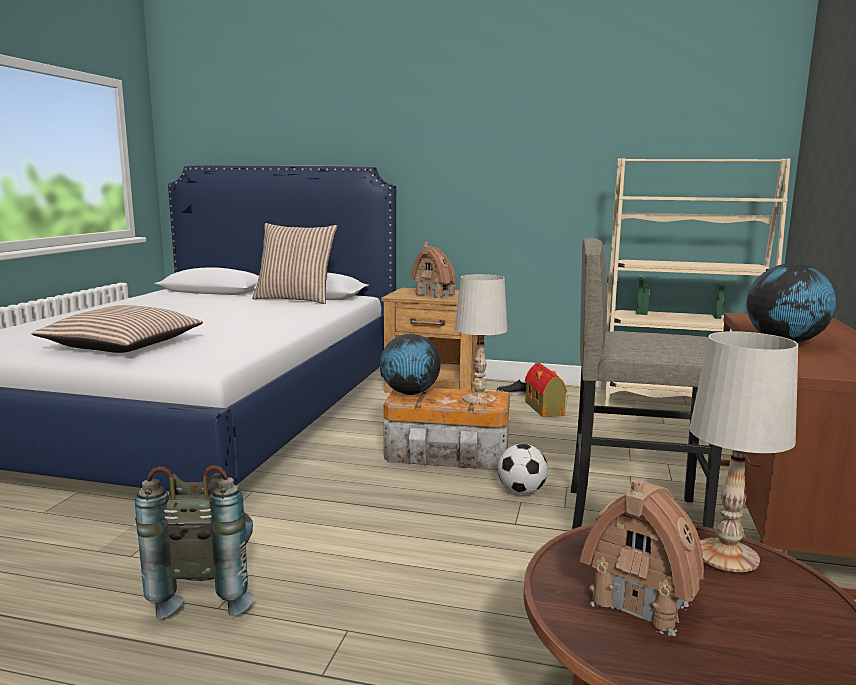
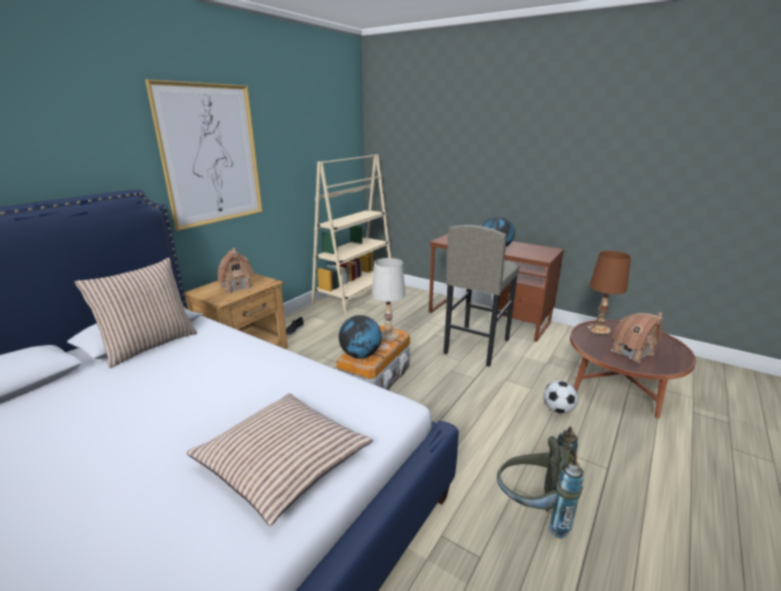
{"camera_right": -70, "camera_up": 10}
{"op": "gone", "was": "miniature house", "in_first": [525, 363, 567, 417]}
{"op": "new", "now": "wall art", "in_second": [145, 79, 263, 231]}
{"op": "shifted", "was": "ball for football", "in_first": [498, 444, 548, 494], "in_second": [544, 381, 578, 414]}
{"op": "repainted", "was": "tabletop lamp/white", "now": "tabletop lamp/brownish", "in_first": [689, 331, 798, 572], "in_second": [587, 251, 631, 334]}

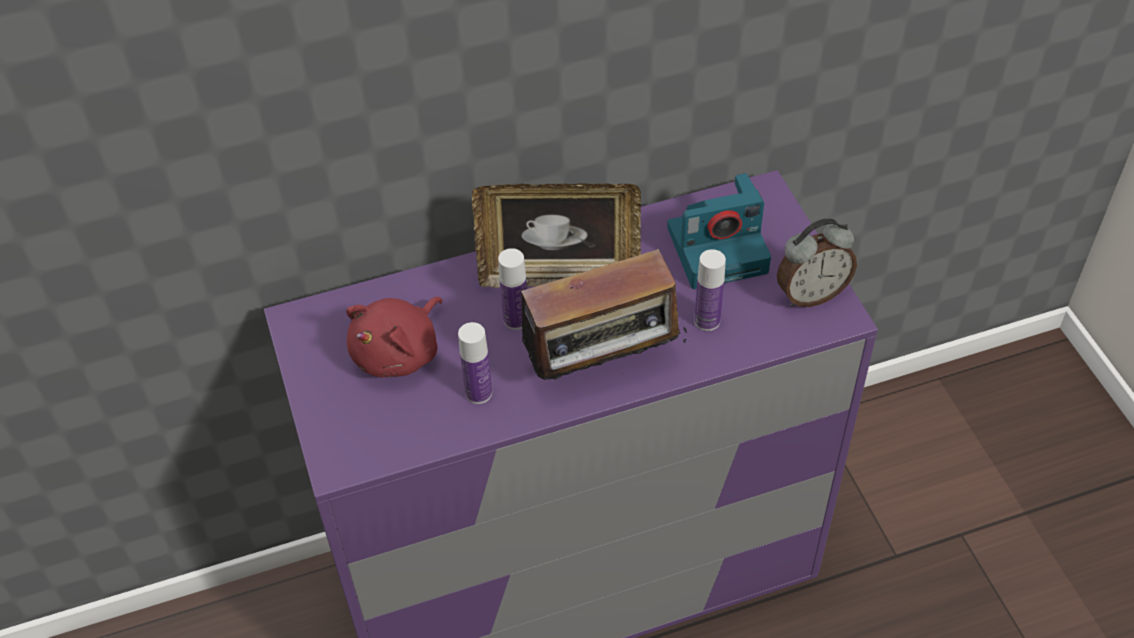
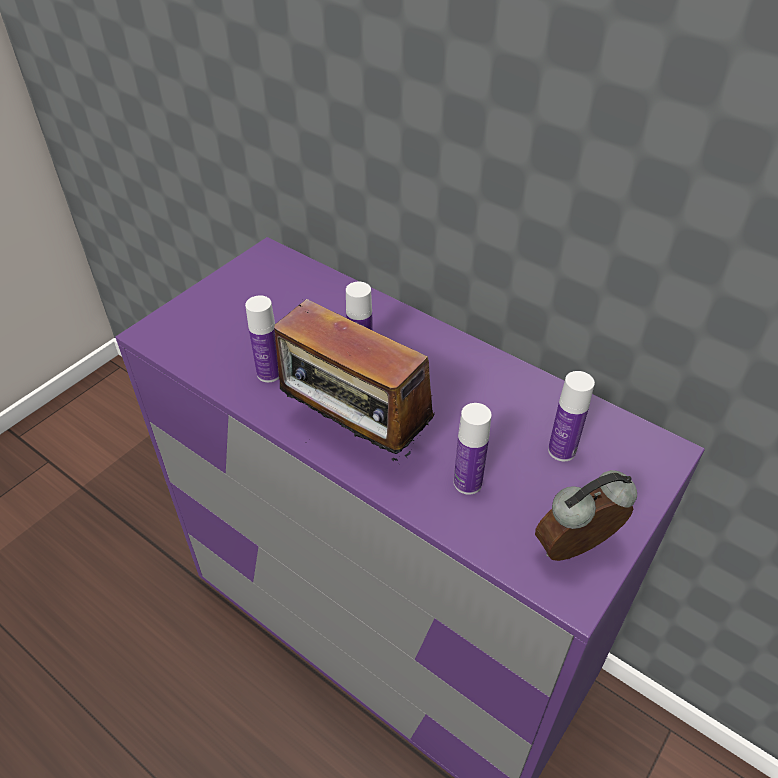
{"camera_right": 55, "camera_up": -5}
{"op": "gone", "was": "cuddly toy/red", "in_first": [346, 297, 442, 377]}
{"op": "gone", "was": "standing frame", "in_first": [472, 183, 641, 288]}
{"op": "swapped", "was": "photo camera", "now": "bottle", "in_first": [667, 173, 771, 289], "in_second": [548, 371, 595, 461]}
{"op": "rotated", "was": "alarm clock", "in_first": [777, 218, 857, 307], "in_second": [535, 470, 637, 561], "clockwise": 120}

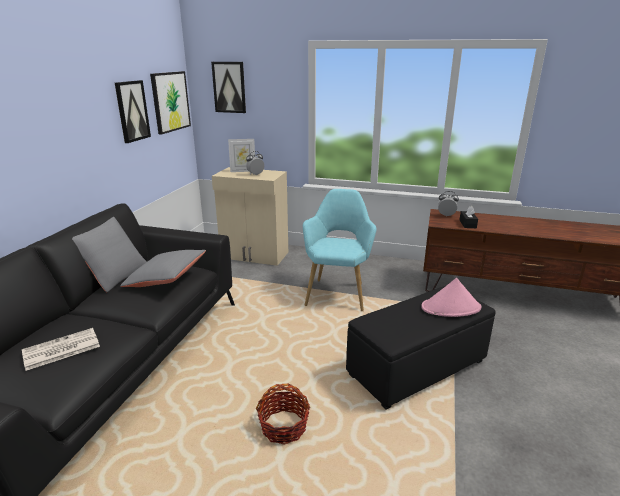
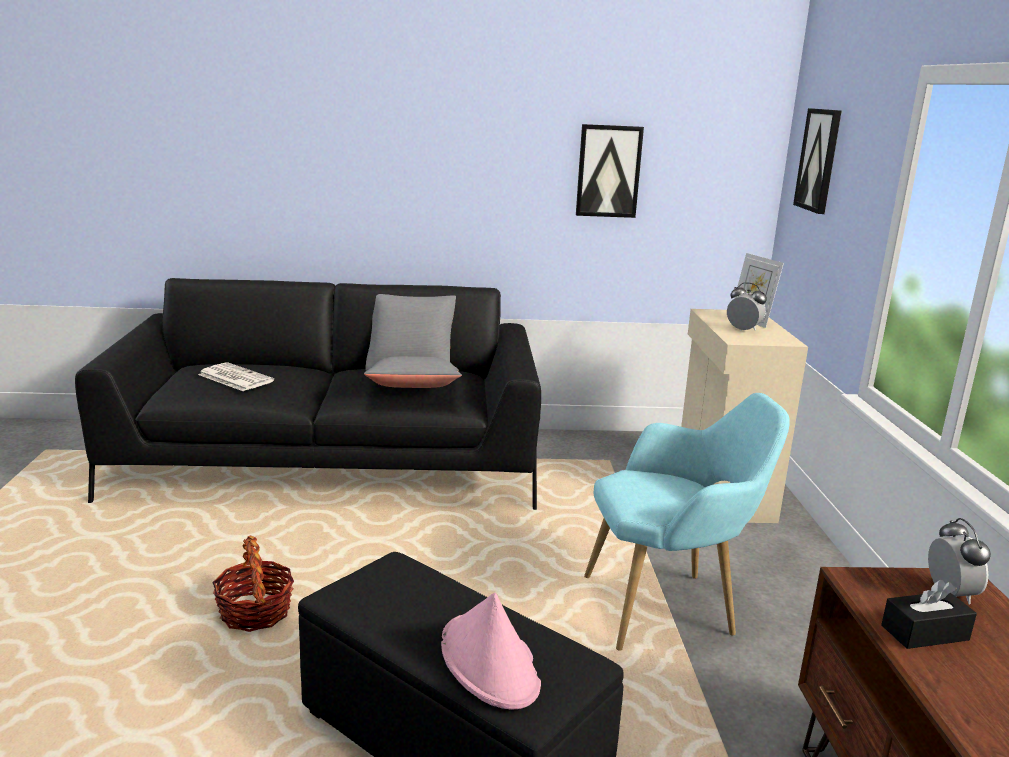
{"camera_right": 70, "camera_up": -5}
{"op": "gone", "was": "wall art", "in_first": [150, 71, 191, 134]}

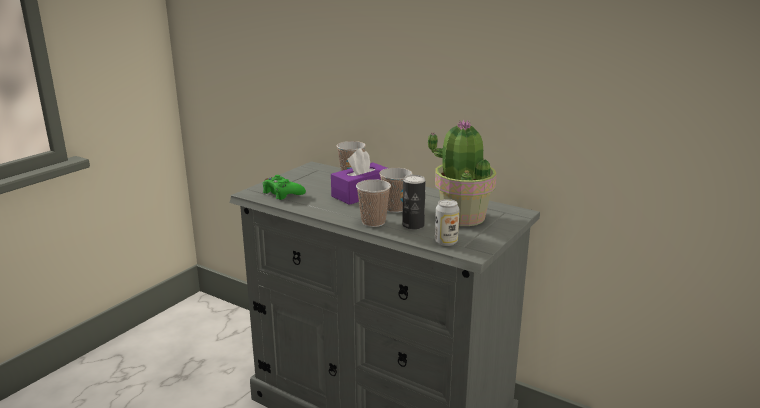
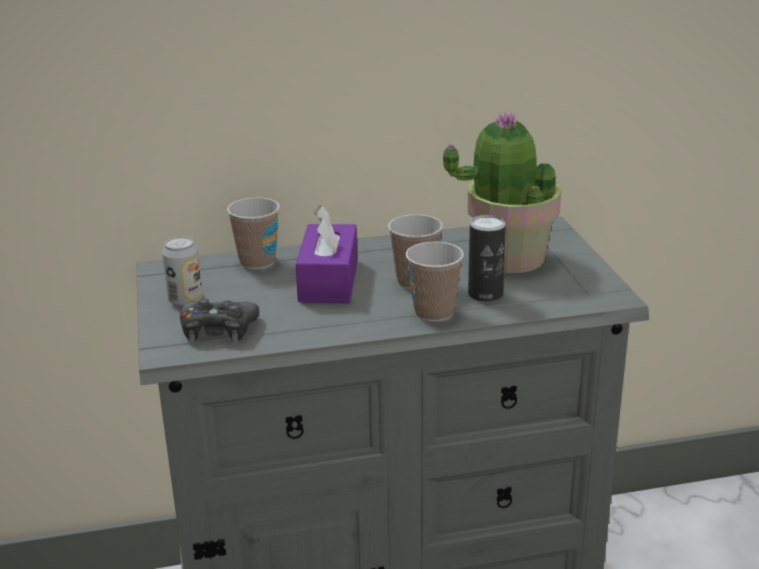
{"camera_right": -45, "camera_up": 5}
{"op": "shifted", "was": "sealed can", "in_first": [435, 199, 460, 246], "in_second": [162, 237, 203, 307]}
{"op": "repainted", "was": "joypad/green-coloured", "now": "joypad/black-coloured", "in_first": [263, 175, 306, 200], "in_second": [180, 299, 260, 342]}

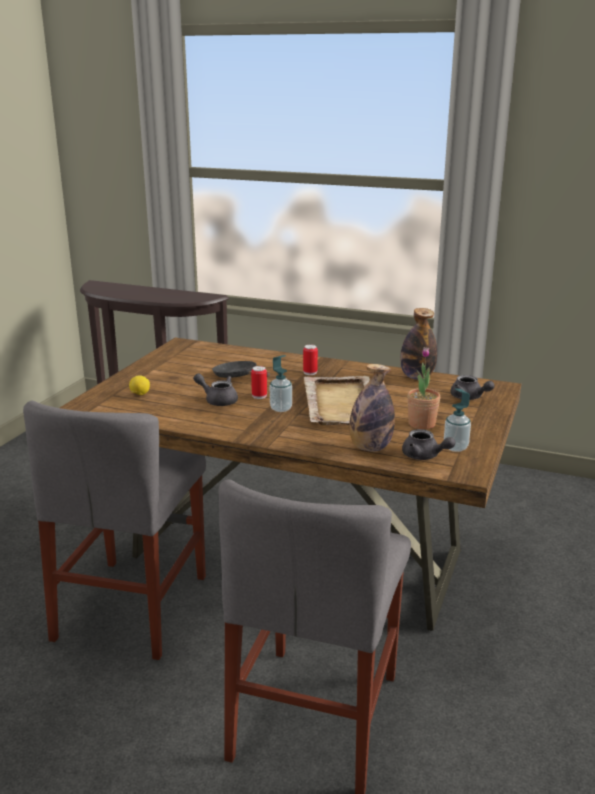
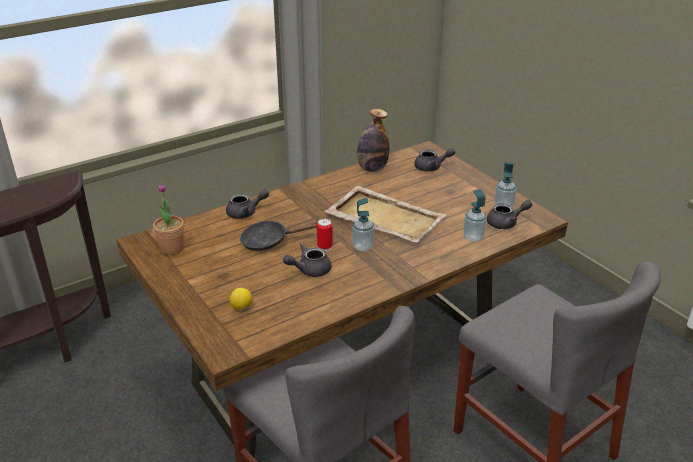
{"camera_right": -55, "camera_up": 10}
{"op": "gone", "was": "sealed can", "in_first": [303, 345, 318, 375]}
{"op": "new", "now": "pot for tea/greyish", "in_second": [226, 189, 269, 219]}
{"op": "shifted", "was": "houseplant", "in_first": [407, 347, 440, 429], "in_second": [153, 183, 185, 255]}
{"op": "swapped", "was": "bottle", "now": "soap dispenser", "in_first": [349, 364, 395, 452], "in_second": [463, 189, 486, 242]}

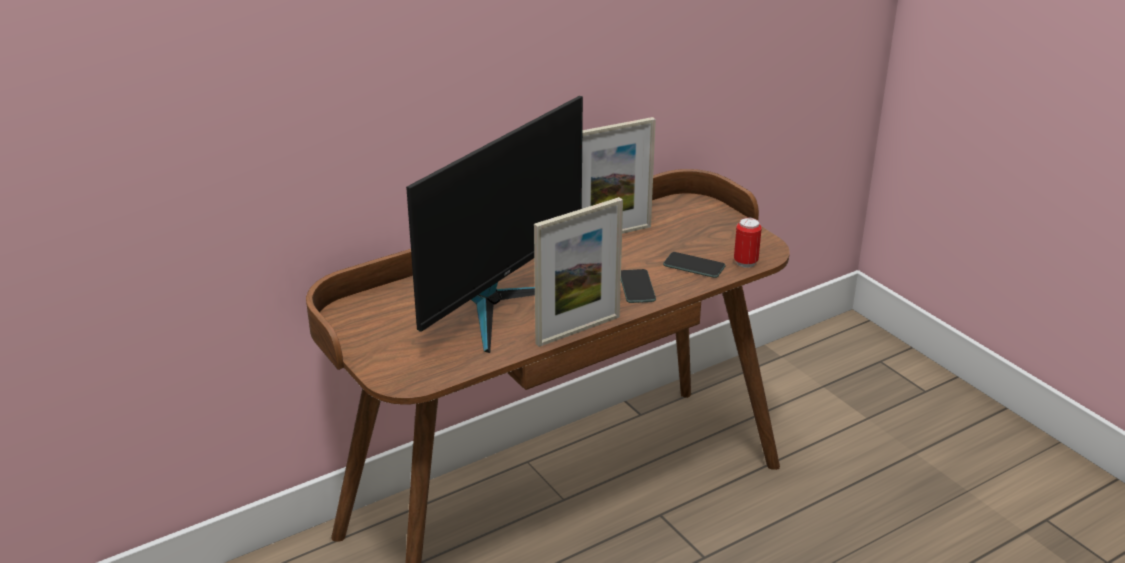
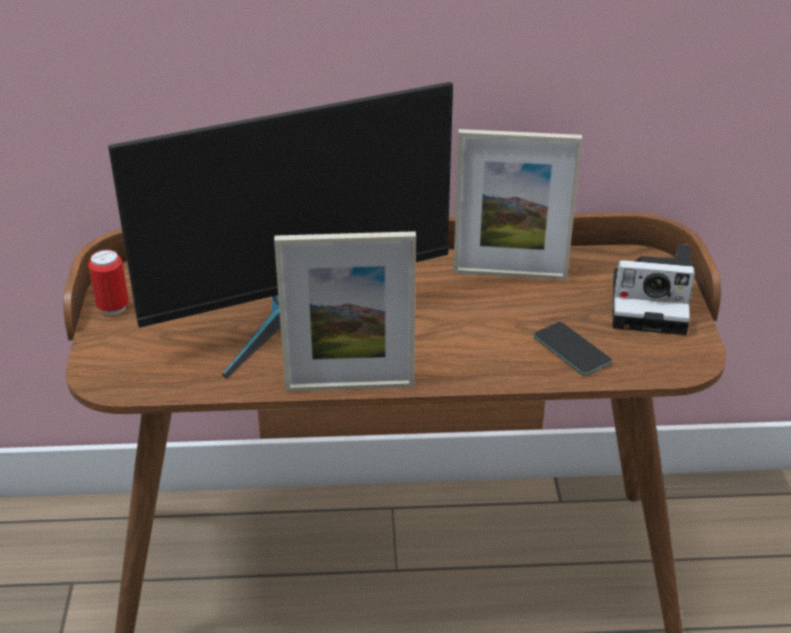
{"camera_right": 30, "camera_up": 5}
{"op": "gone", "was": "handset", "in_first": [621, 269, 656, 303]}
{"op": "new", "now": "photo camera", "in_second": [613, 244, 695, 335]}
{"op": "shifted", "was": "sealed can", "in_first": [734, 217, 762, 268], "in_second": [88, 249, 129, 315]}

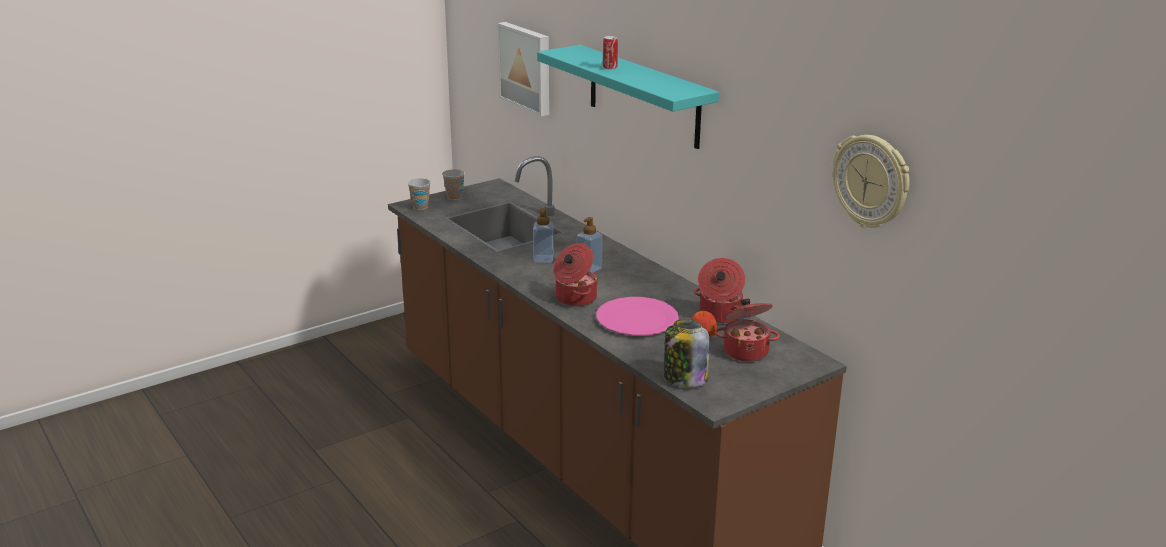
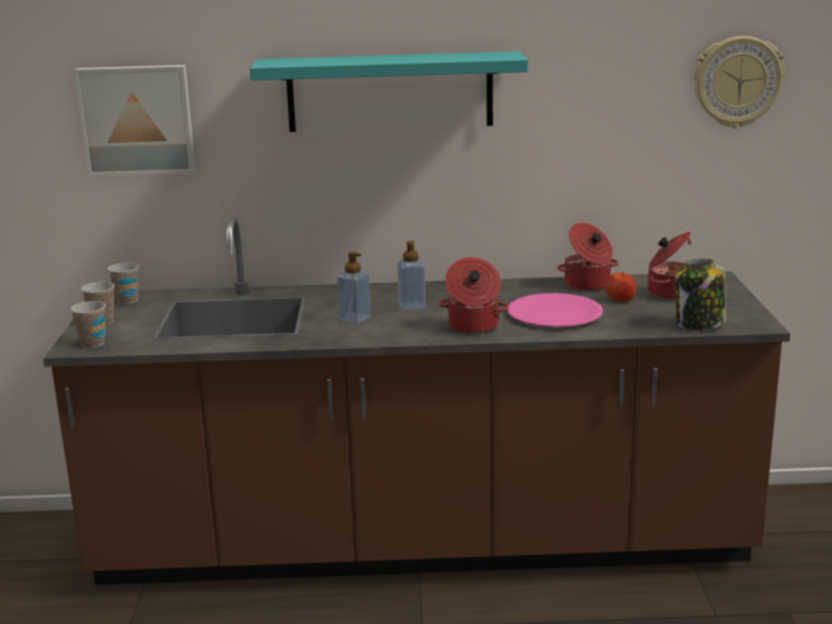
{"camera_right": -55, "camera_up": -5}
{"op": "gone", "was": "sealed can", "in_first": [603, 36, 618, 70]}
{"op": "new", "now": "small cup", "in_second": [108, 262, 139, 304]}

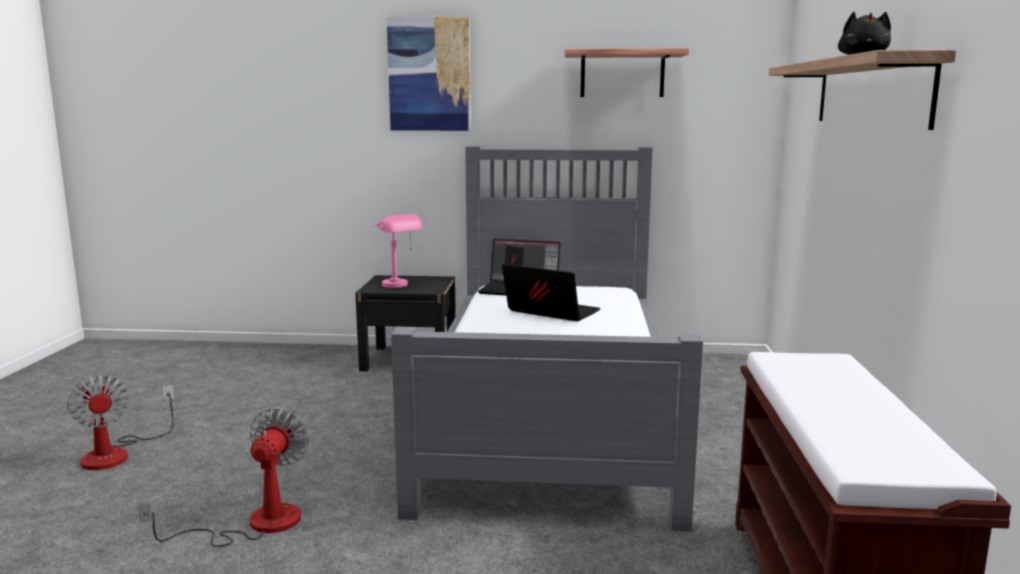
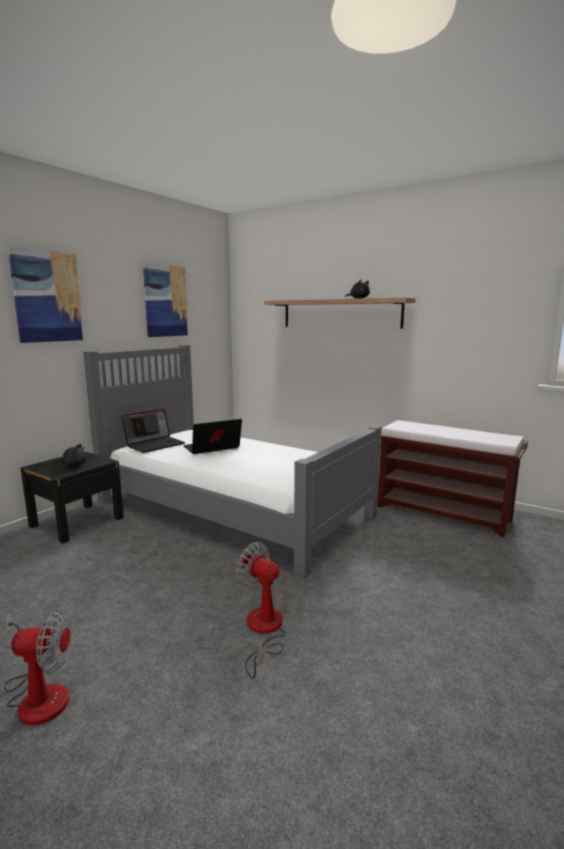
{"camera_right": -60, "camera_up": 0}
{"op": "swapped", "was": "tabletop lamp/pink", "now": "cuddly toy/black-coloured", "in_first": [373, 214, 423, 288], "in_second": [51, 444, 87, 467]}
{"op": "swapped", "was": "bracket shelf", "now": "wall art", "in_first": [564, 48, 689, 97], "in_second": [143, 262, 188, 337]}

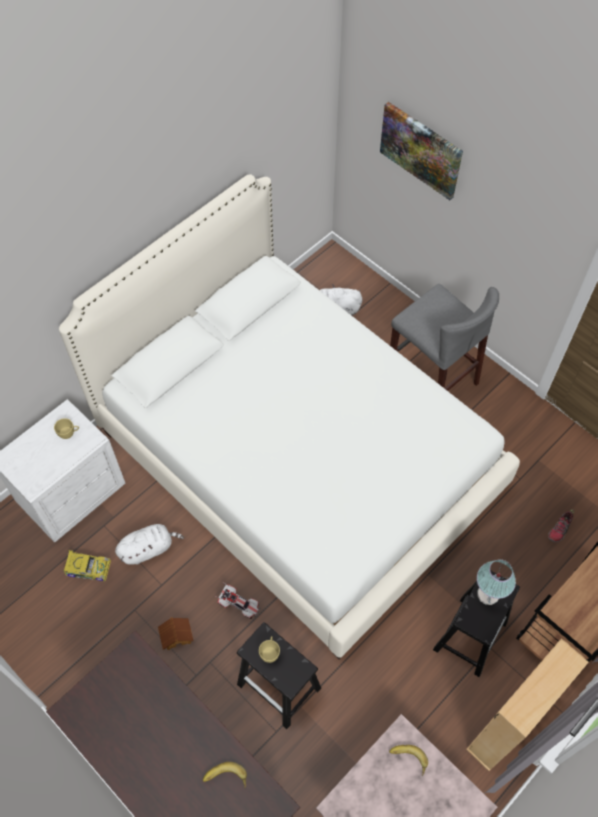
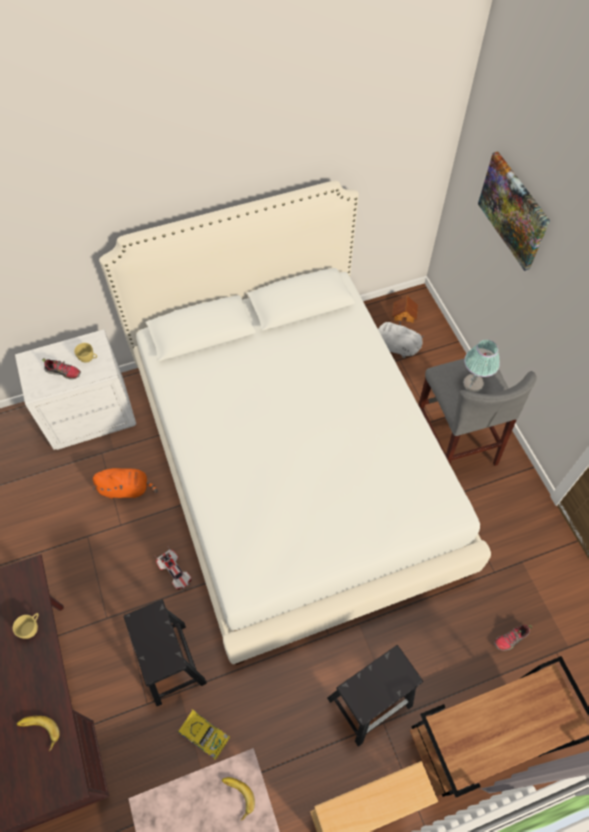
{"camera_right": 25, "camera_up": 0}
{"op": "new", "now": "low shoe", "in_second": [42, 358, 81, 379]}
{"op": "shifted", "was": "toy car", "in_first": [63, 550, 111, 581], "in_second": [177, 709, 230, 760]}
{"op": "shifted", "was": "miniature house", "in_first": [158, 617, 194, 650], "in_second": [392, 296, 418, 323]}
{"op": "shifted", "was": "small cup/yellowish", "in_first": [259, 636, 280, 663], "in_second": [13, 613, 39, 639]}
{"op": "shifted", "was": "tabletop lamp", "in_first": [477, 559, 516, 605], "in_second": [463, 340, 500, 392]}
{"op": "repainted", "was": "cuddly toy/white", "now": "cuddly toy/orange-coloured", "in_first": [115, 524, 184, 564], "in_second": [93, 468, 158, 498]}

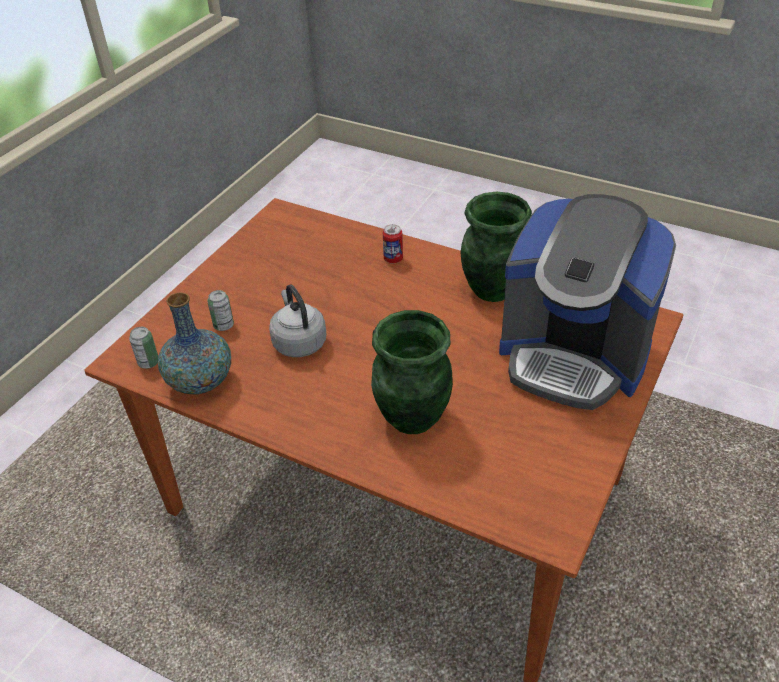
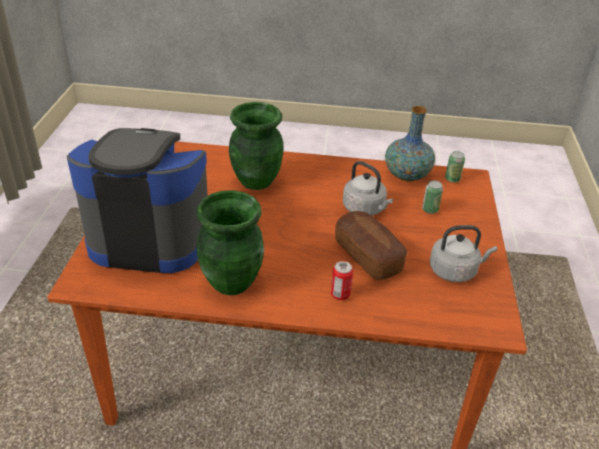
{"camera_right": 155, "camera_up": -5}
{"op": "new", "now": "baked bread", "in_second": [335, 211, 407, 280]}
{"op": "new", "now": "tea kettle/greyish", "in_second": [430, 225, 497, 282]}

